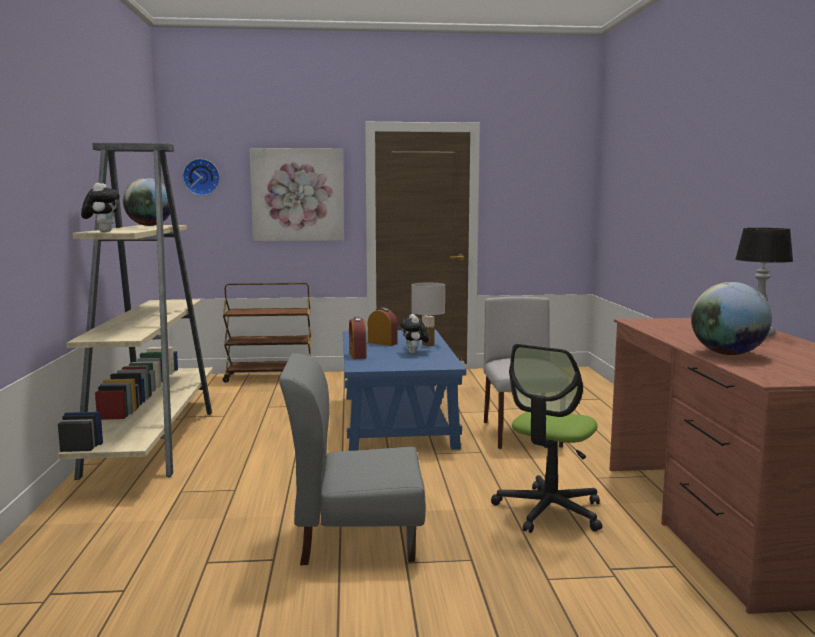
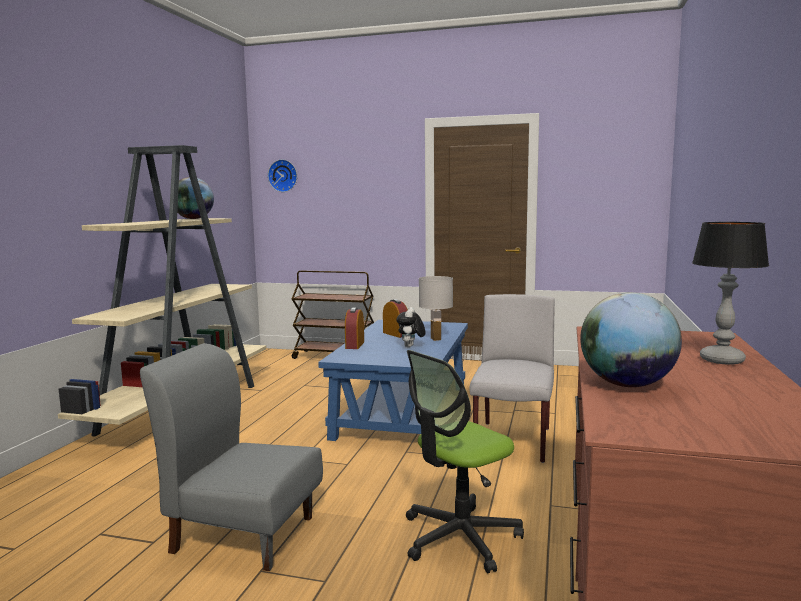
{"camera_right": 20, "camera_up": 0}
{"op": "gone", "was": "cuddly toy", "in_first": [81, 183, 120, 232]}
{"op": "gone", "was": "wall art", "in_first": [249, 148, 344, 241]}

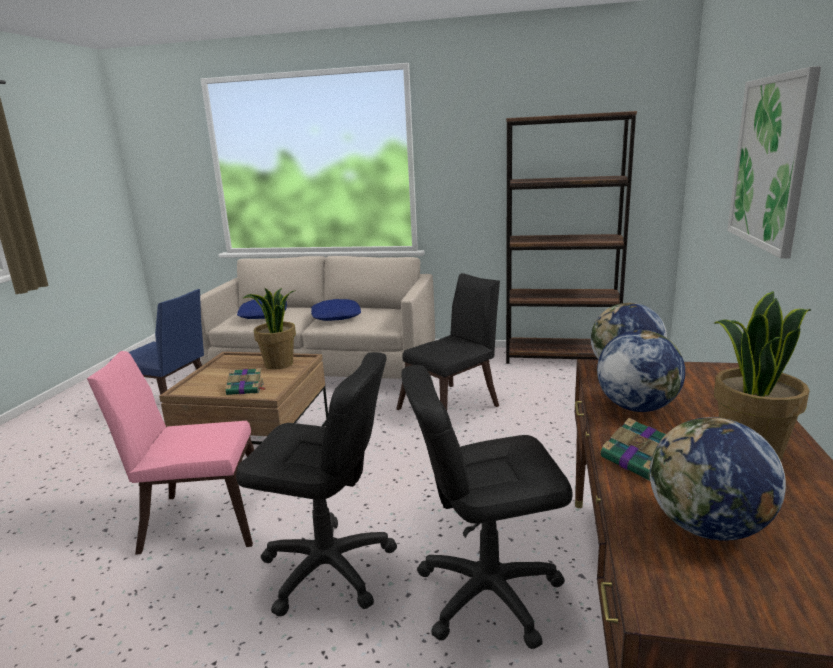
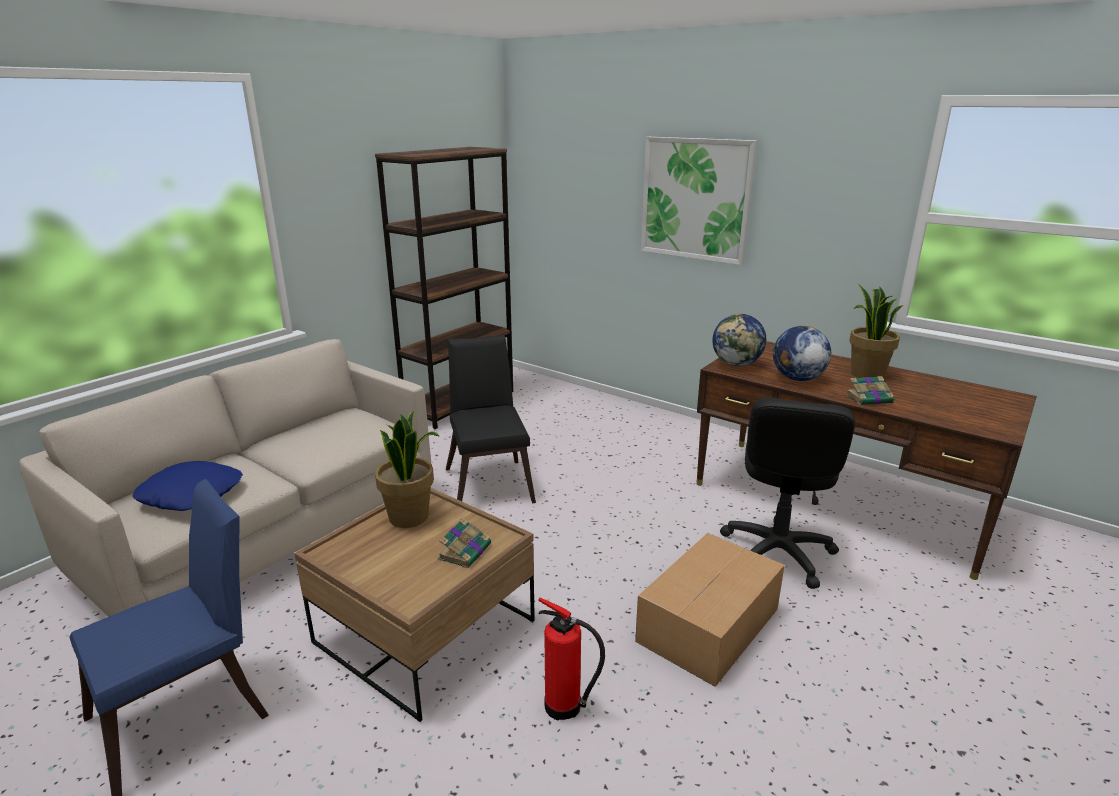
{"camera_right": -65, "camera_up": 5}
{"op": "gone", "was": "cushion/blue", "in_first": [311, 299, 361, 321]}
{"op": "gone", "was": "world globe", "in_first": [650, 417, 786, 541]}
{"op": "swapped", "was": "upright chair/pink", "now": "fire extinguisher", "in_first": [87, 351, 266, 555], "in_second": [538, 598, 605, 720]}
{"op": "swapped", "was": "office chair/black-coloured", "now": "cardboard box", "in_first": [236, 352, 397, 617], "in_second": [635, 533, 785, 687]}

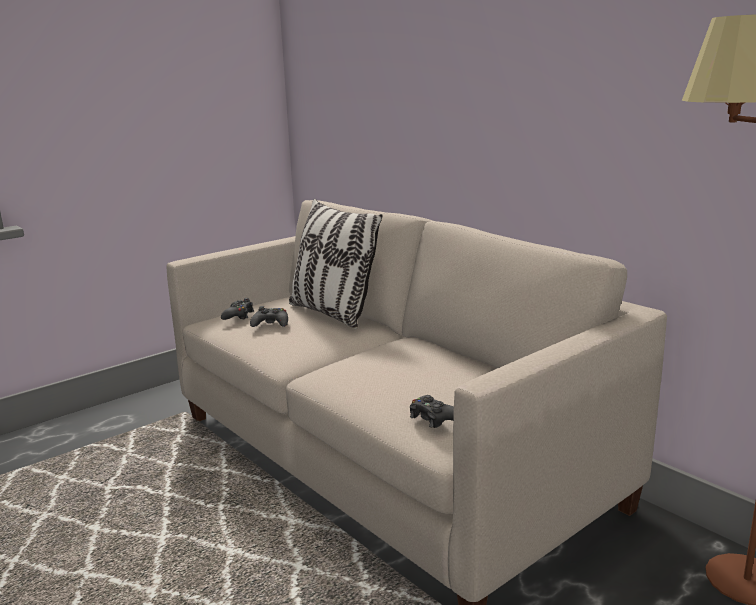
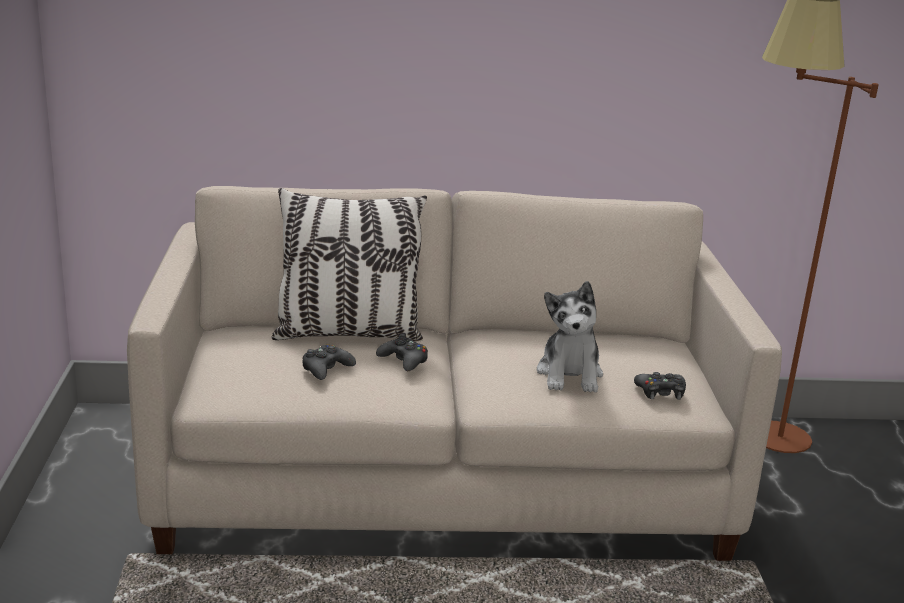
{"camera_right": -55, "camera_up": 5}
{"op": "new", "now": "cuddly toy", "in_second": [537, 281, 603, 393]}
{"op": "shifted", "was": "joypad/black-coloured", "in_first": [221, 298, 254, 320], "in_second": [376, 334, 428, 371]}

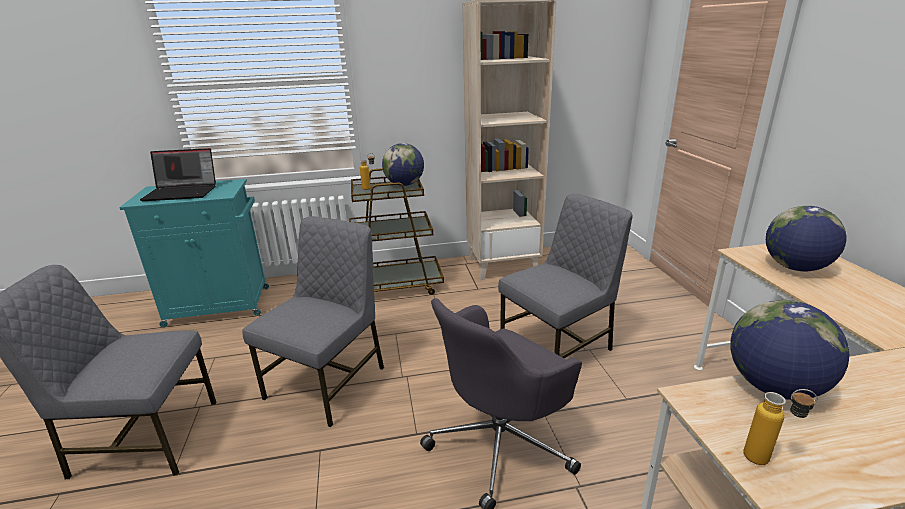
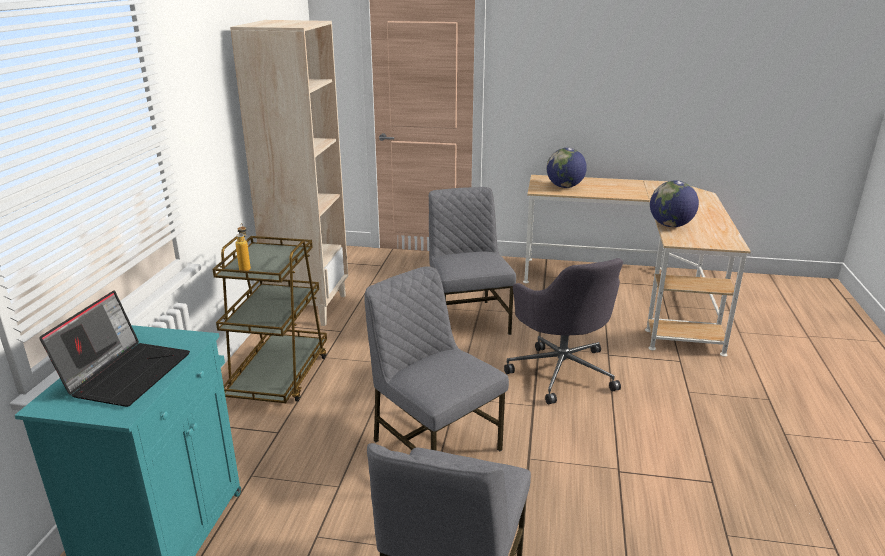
{"camera_right": -70, "camera_up": 0}
{"op": "gone", "was": "world globe", "in_first": [382, 143, 424, 186]}
{"op": "gone", "was": "bottle", "in_first": [743, 389, 817, 465]}

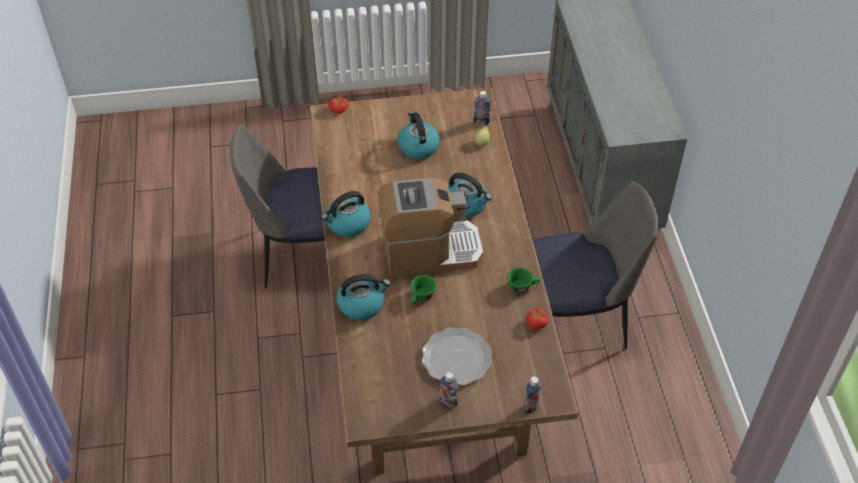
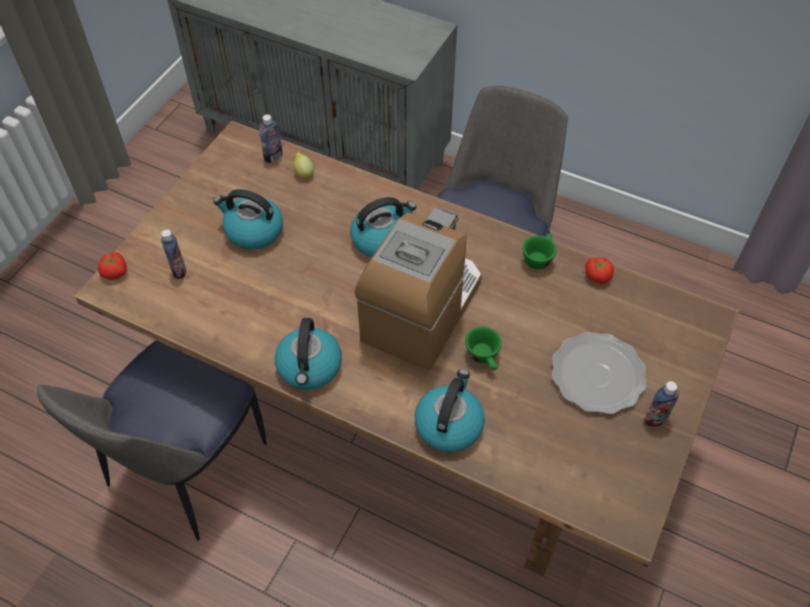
{"camera_right": -55, "camera_up": 5}
{"op": "shifted", "was": "bottle", "in_first": [524, 376, 541, 414], "in_second": [161, 229, 186, 279]}

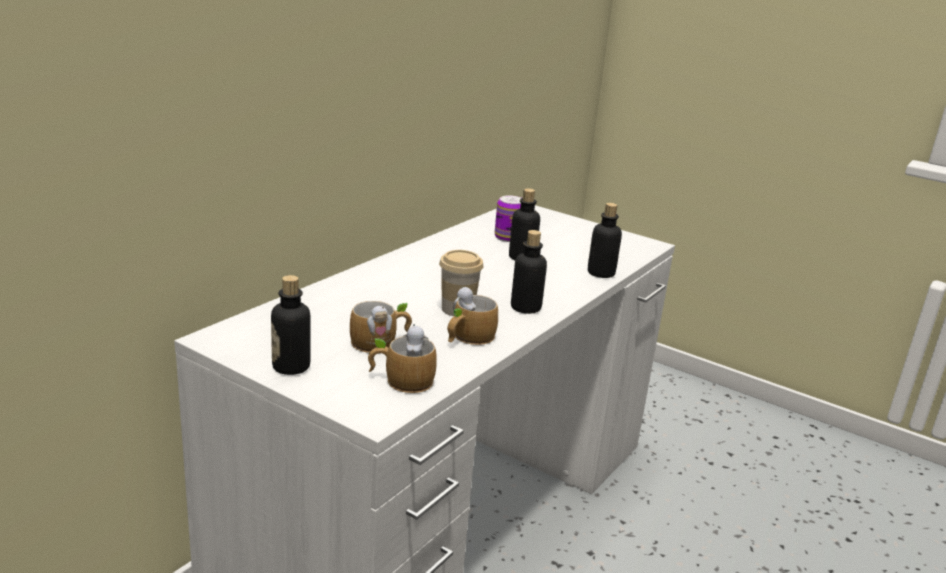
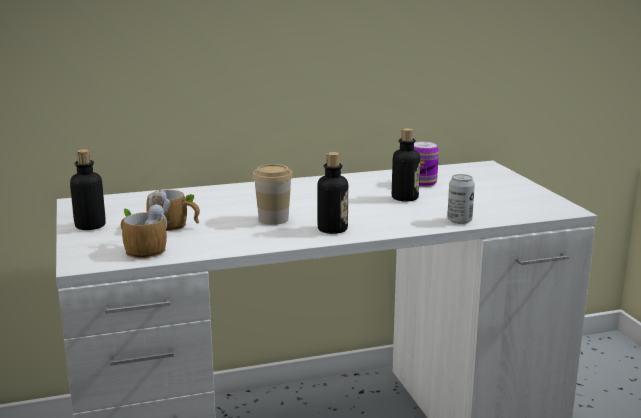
{"camera_right": 40, "camera_up": -5}
{"op": "gone", "was": "tea mug", "in_first": [447, 287, 498, 345]}
{"op": "swapped", "was": "bottle", "now": "sealed can", "in_first": [588, 203, 622, 278], "in_second": [447, 174, 475, 224]}

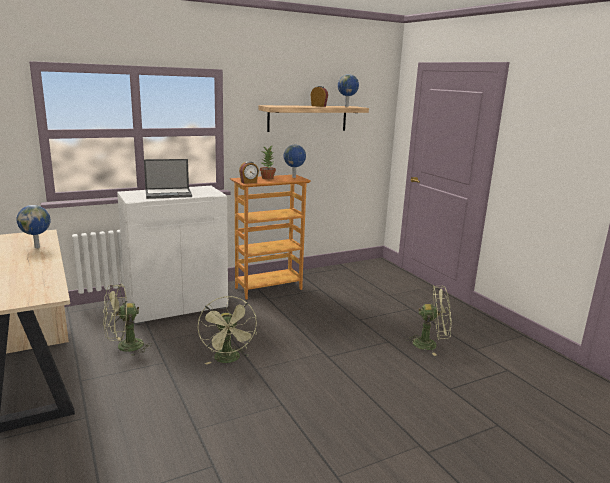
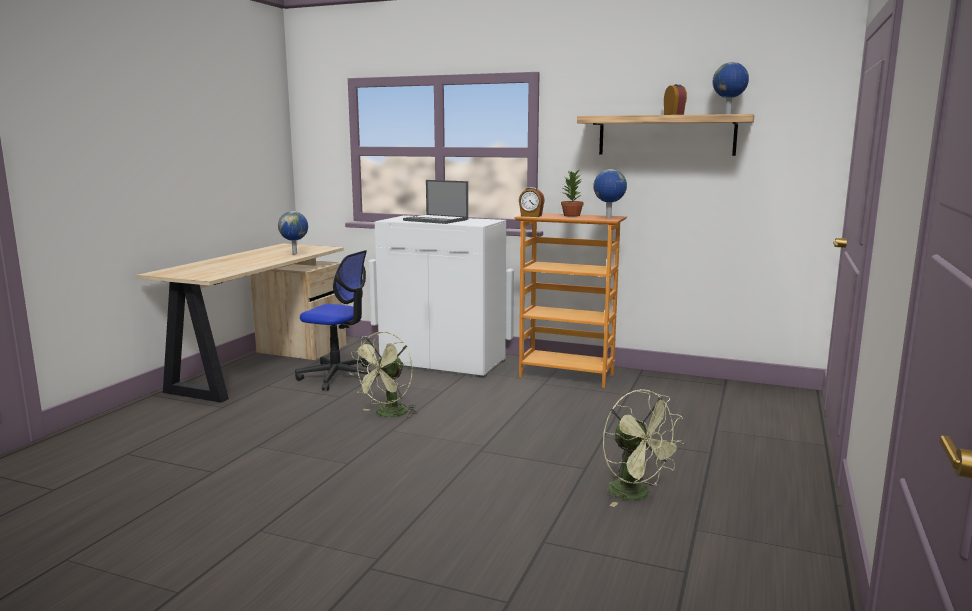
{"camera_right": 50, "camera_up": -5}
{"op": "swapped", "was": "cooling fan/green-coloured", "now": "office chair", "in_first": [103, 284, 153, 357], "in_second": [295, 250, 375, 391]}

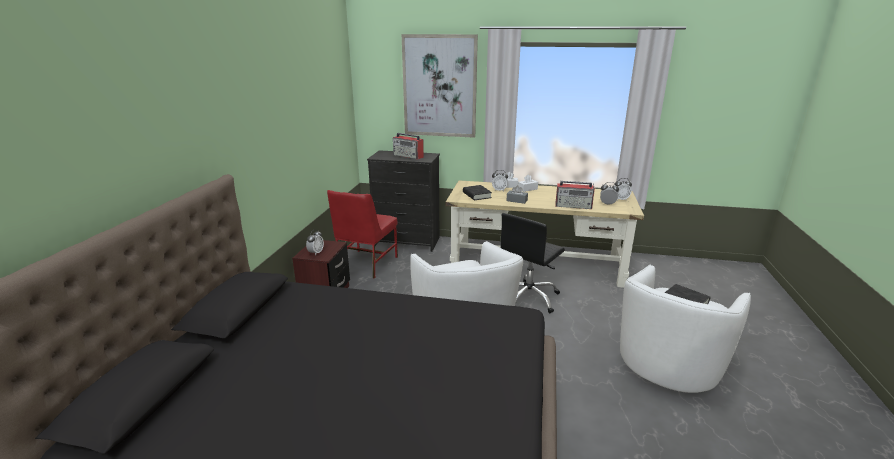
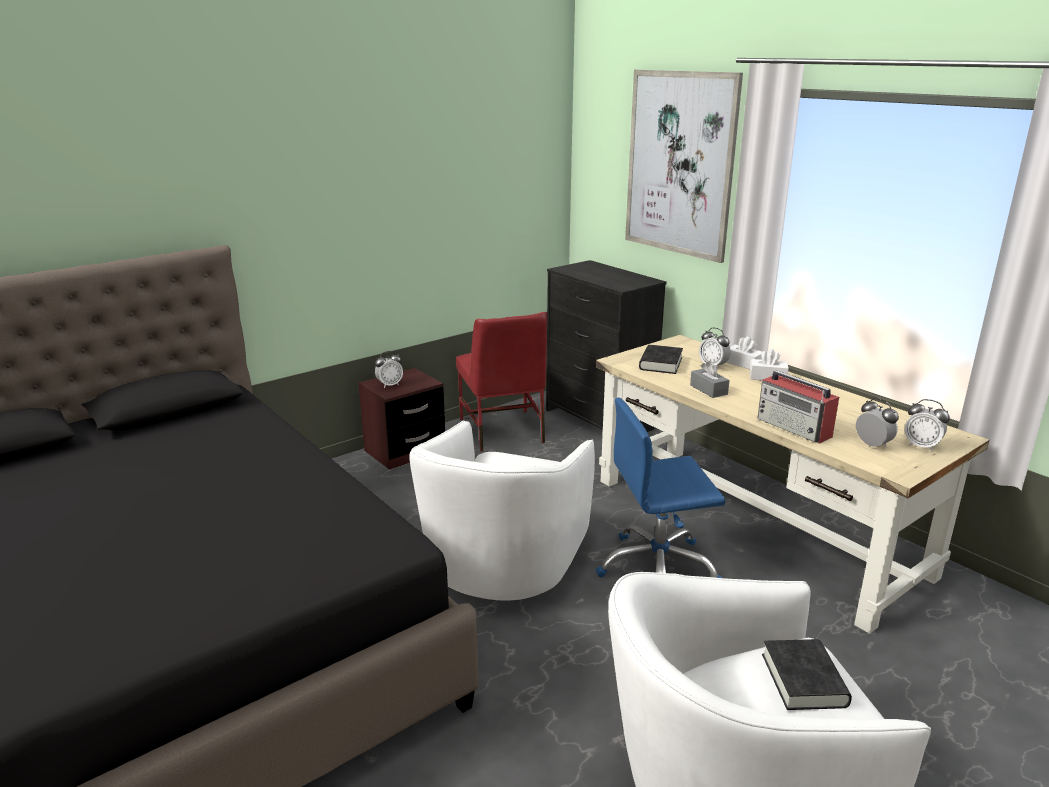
{"camera_right": 40, "camera_up": 0}
{"op": "gone", "was": "radio receiver", "in_first": [393, 133, 424, 159]}
{"op": "repainted", "was": "office chair/black-coloured", "now": "office chair/blue", "in_first": [500, 213, 565, 313], "in_second": [596, 398, 726, 578]}
{"op": "rotated", "was": "upright chair/red", "in_first": [327, 190, 398, 279], "in_second": [456, 312, 547, 451], "clockwise": -75}

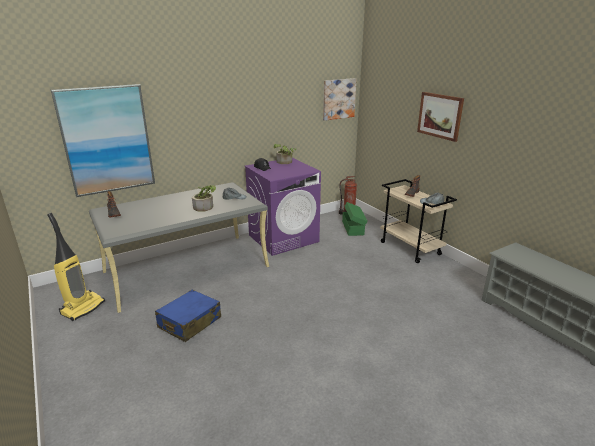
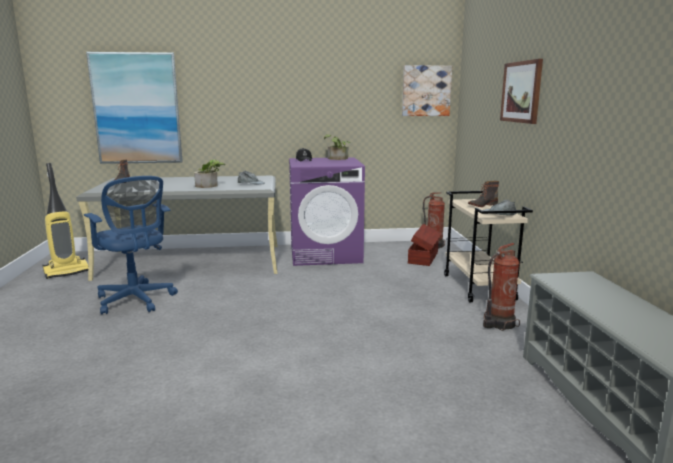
{"camera_right": 25, "camera_up": -10}
{"op": "new", "now": "fire extinguisher", "in_second": [483, 243, 520, 331]}
{"op": "swapped", "was": "travel case/blue", "now": "office chair/blue", "in_first": [155, 290, 221, 342], "in_second": [84, 176, 178, 315]}
{"op": "repainted", "was": "storage box/green-coloured", "now": "storage box/brownish", "in_first": [342, 202, 367, 236], "in_second": [408, 224, 442, 266]}

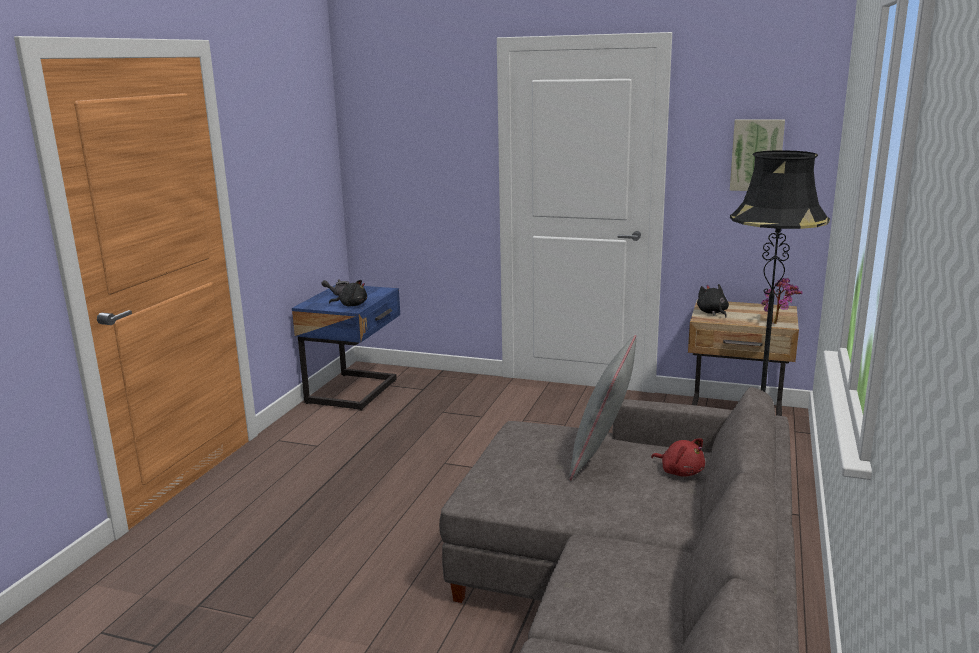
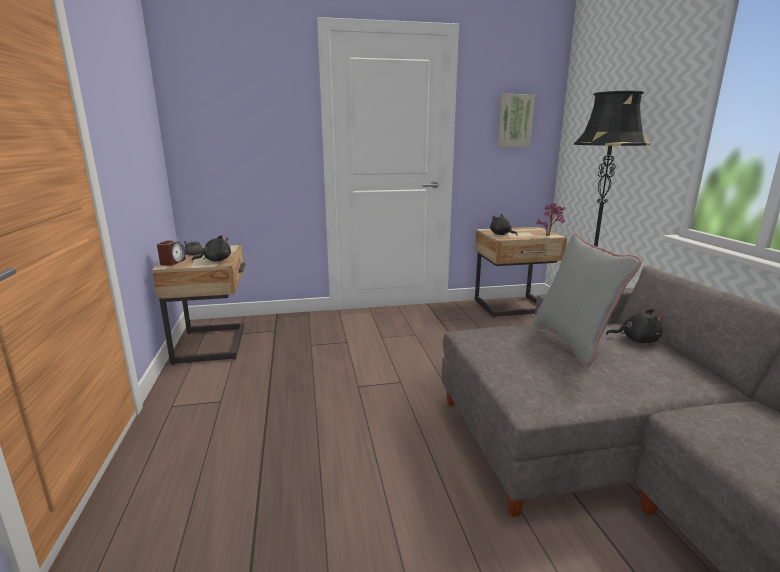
{"camera_right": -30, "camera_up": 0}
{"op": "new", "now": "alarm clock", "in_second": [157, 241, 186, 266]}
{"op": "repainted", "was": "bedside table/blue", "now": "bedside table/sand-coloured", "in_first": [292, 285, 400, 411], "in_second": [152, 245, 246, 365]}
{"op": "repainted", "was": "cuddly toy/red", "now": "cuddly toy/black-coloured", "in_first": [651, 438, 705, 477], "in_second": [606, 309, 664, 343]}

